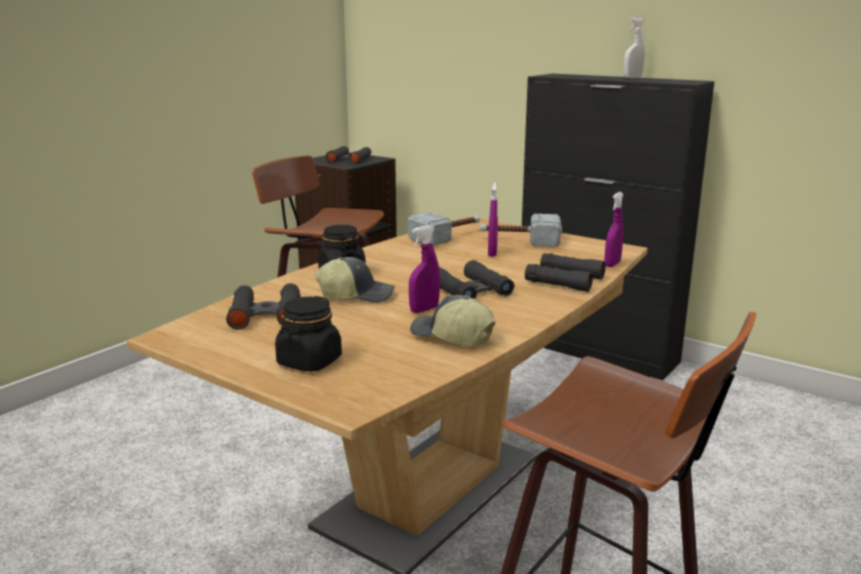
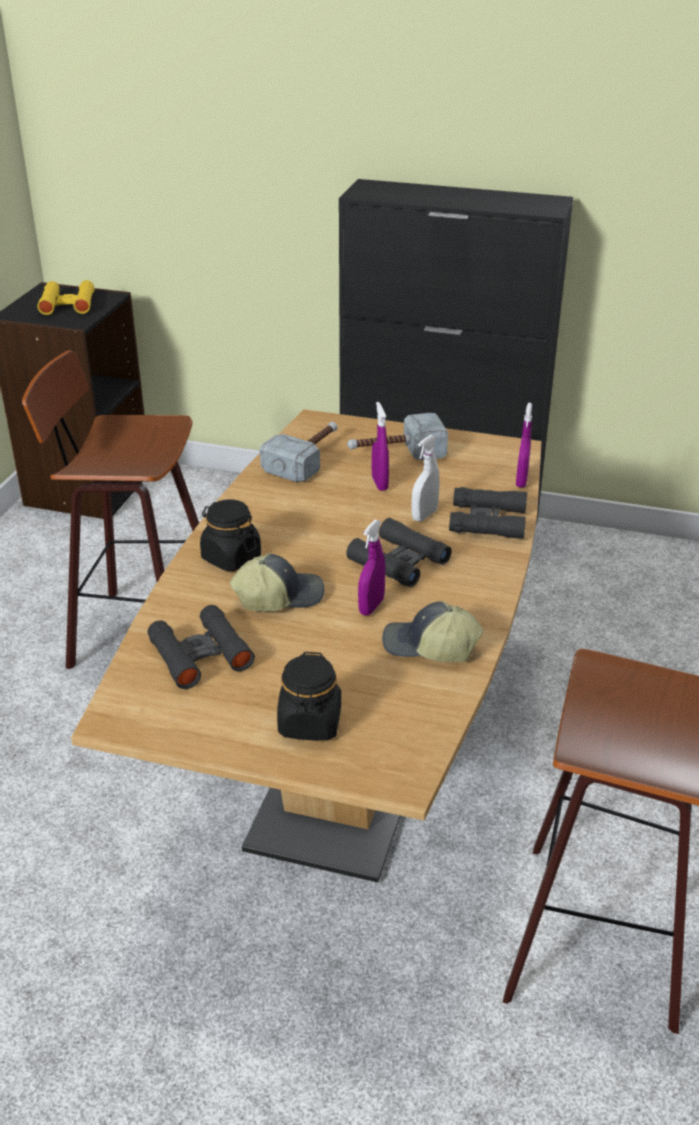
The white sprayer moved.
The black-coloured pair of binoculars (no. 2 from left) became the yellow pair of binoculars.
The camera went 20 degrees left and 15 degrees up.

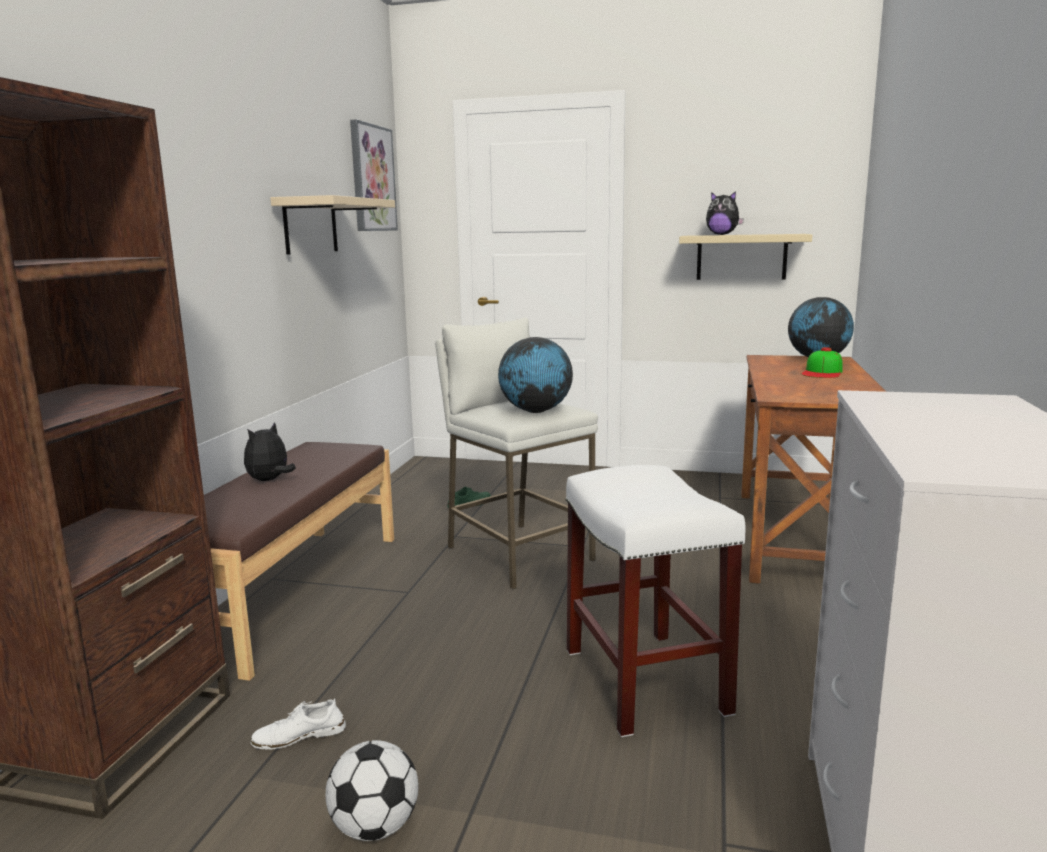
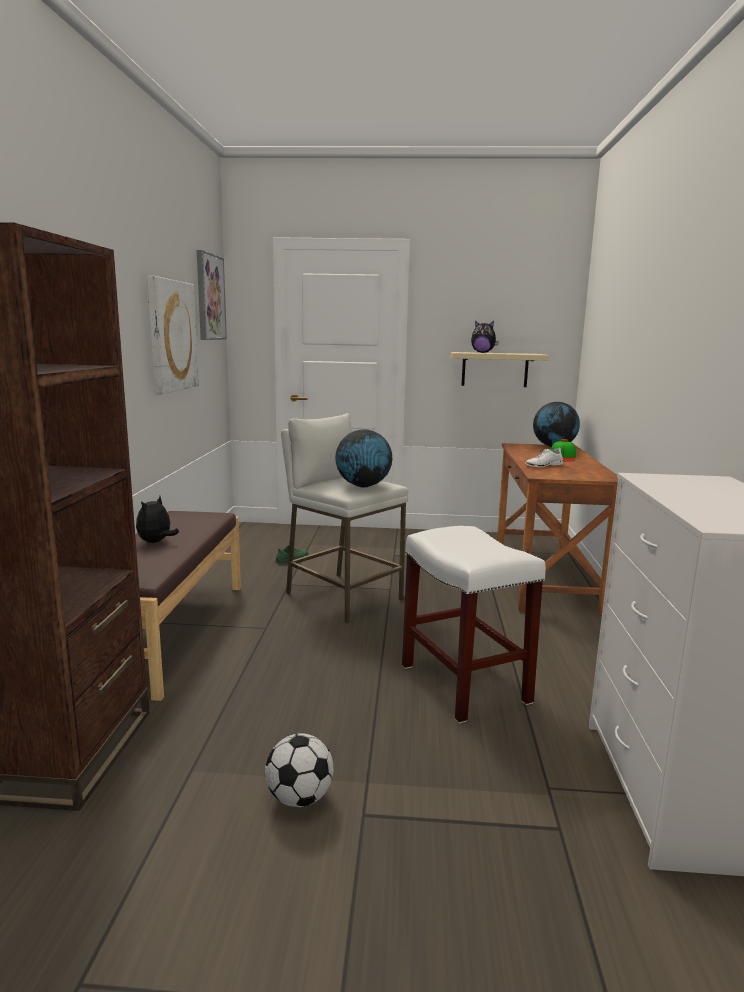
The white item of footwear moved.
The beige shelf (no. 1 from left) was replaced by the wall picture (no. 1 from left).
The camera went 10 degrees left and 0 degrees up.

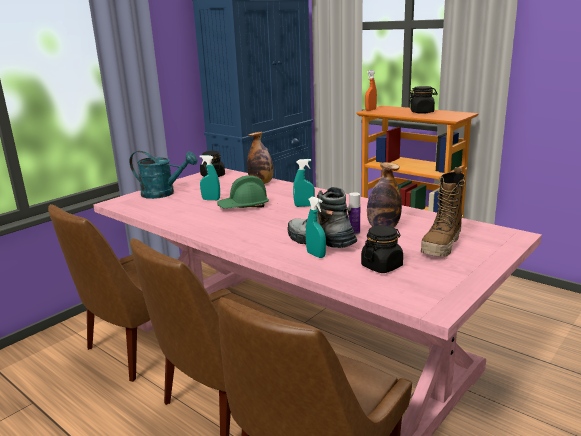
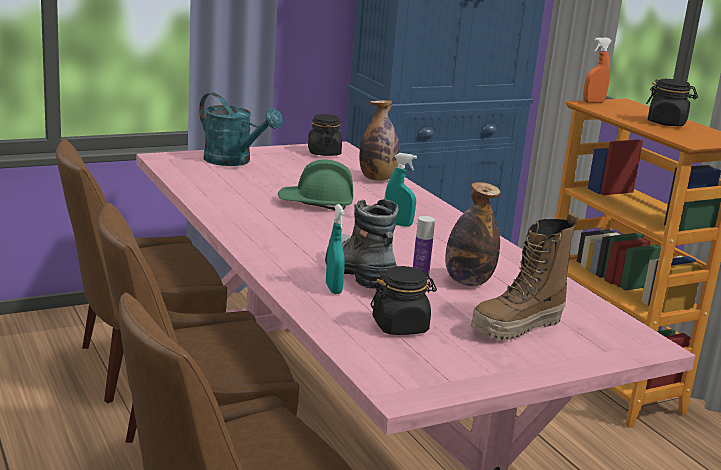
The turquoise-coloured sprayer (no. 1 from left) disappeared.
The camera went 20 degrees right and 0 degrees up.

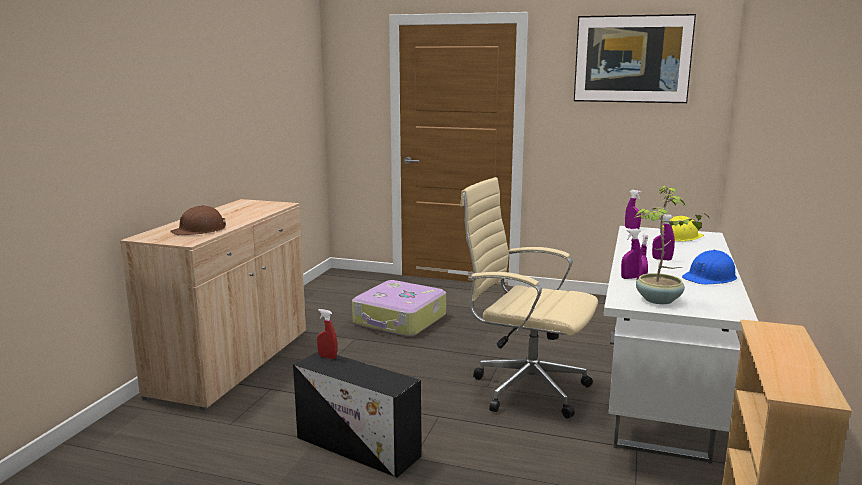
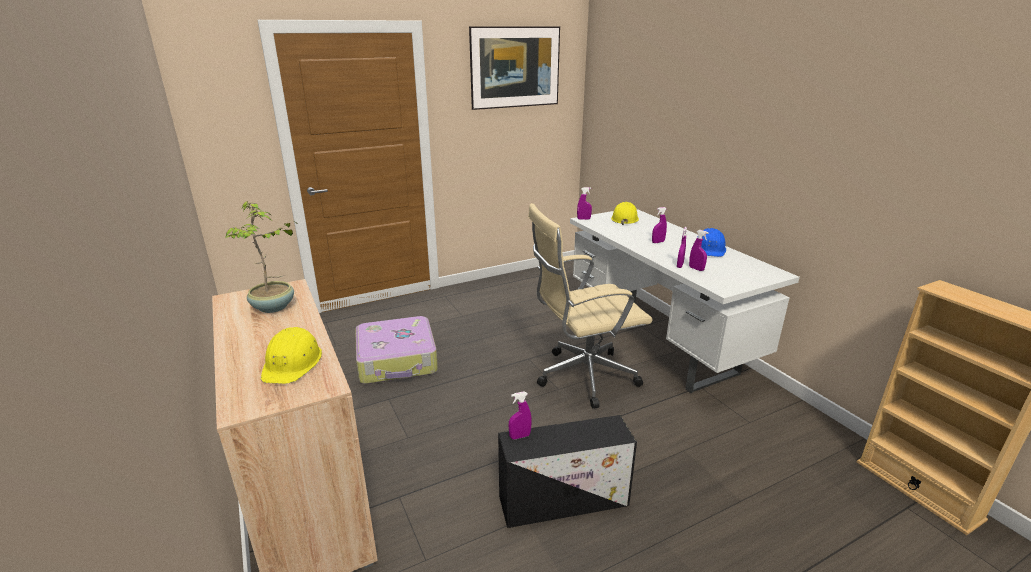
The potted plant moved.
The brown-coloured safety helmet became the yellow safety helmet (no. 1 from left).
The reddish sprayer became the purple sprayer (no. 1 from left).
The camera went 45 degrees left and 10 degrees up.

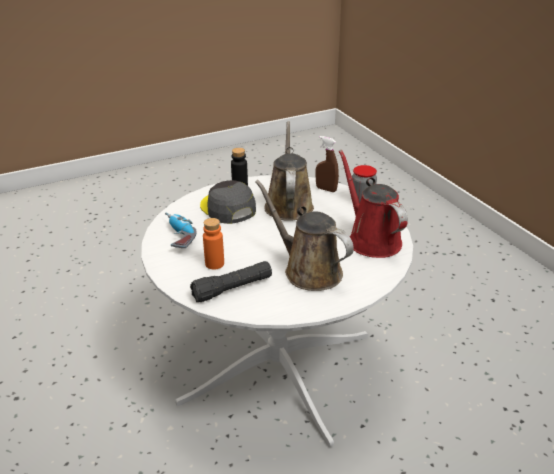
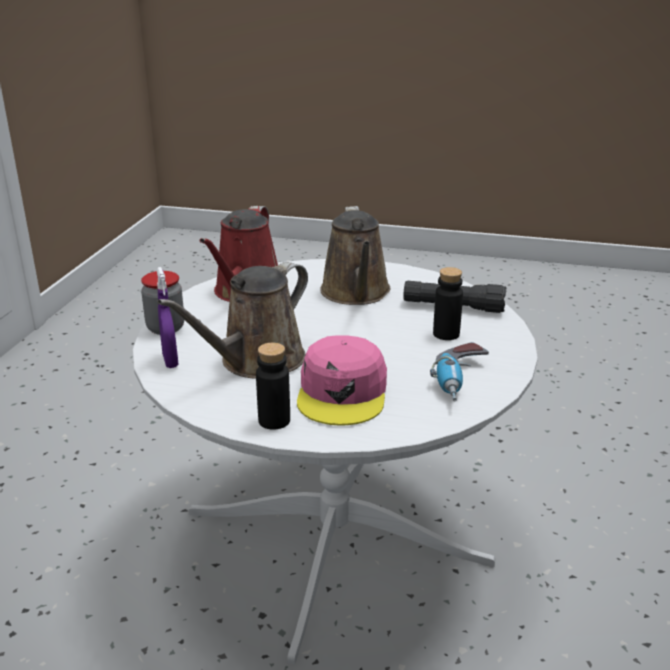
The greyish cap became the pinkish cap.
The orangey beverage bottle became the black-coloured beverage bottle (no. 2 from left).
The brown-coloured sprayer became the purple sprayer.
The camera went 140 degrees left and 5 degrees down.

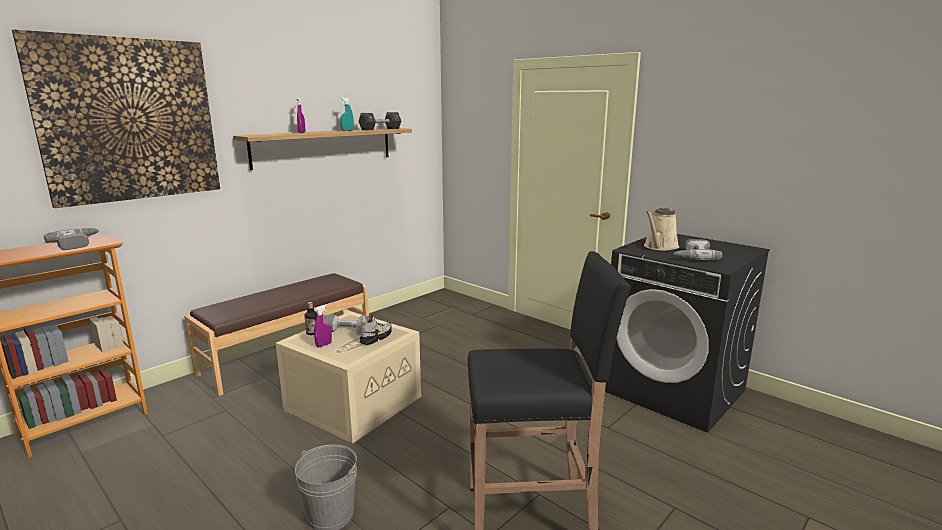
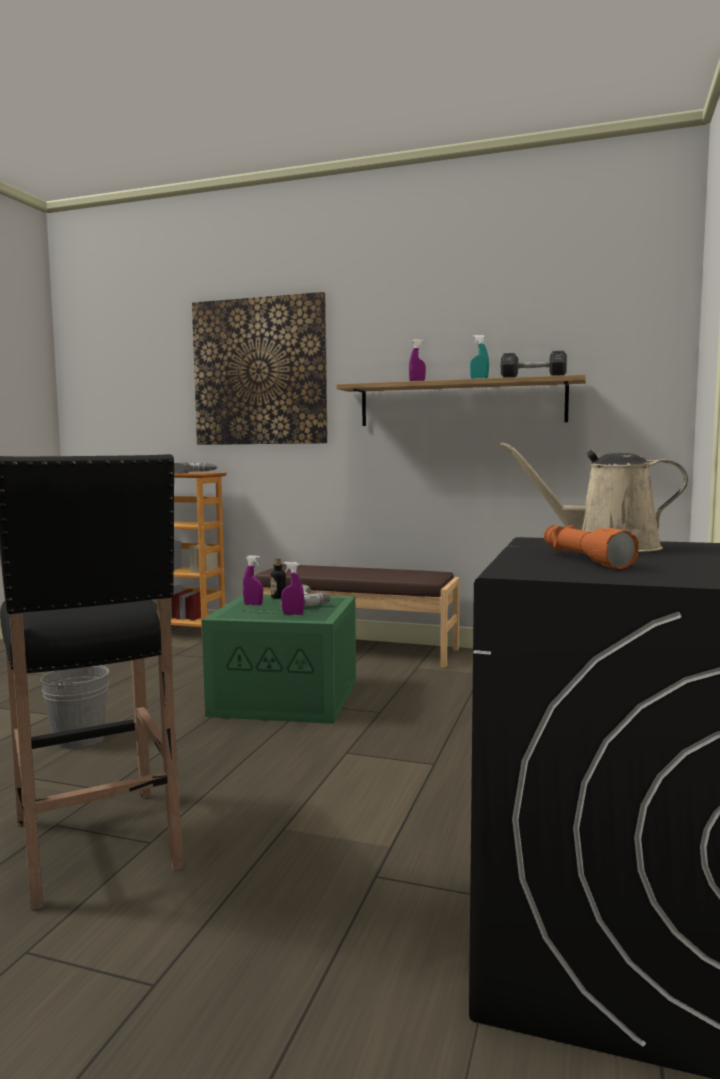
The item of footwear was replaced by the purple sprayer (no. 2 from left).
The drill (no. 3 from left) was replaced by the orangey flashlight.
The beige storage bin became the green storage bin.
The camera went 65 degrees right and 10 degrees down.

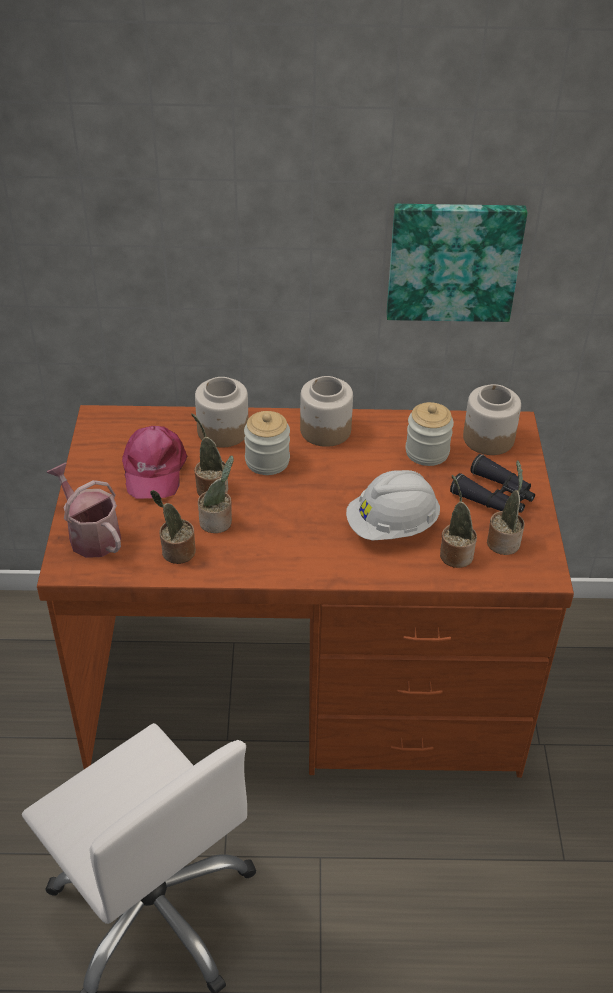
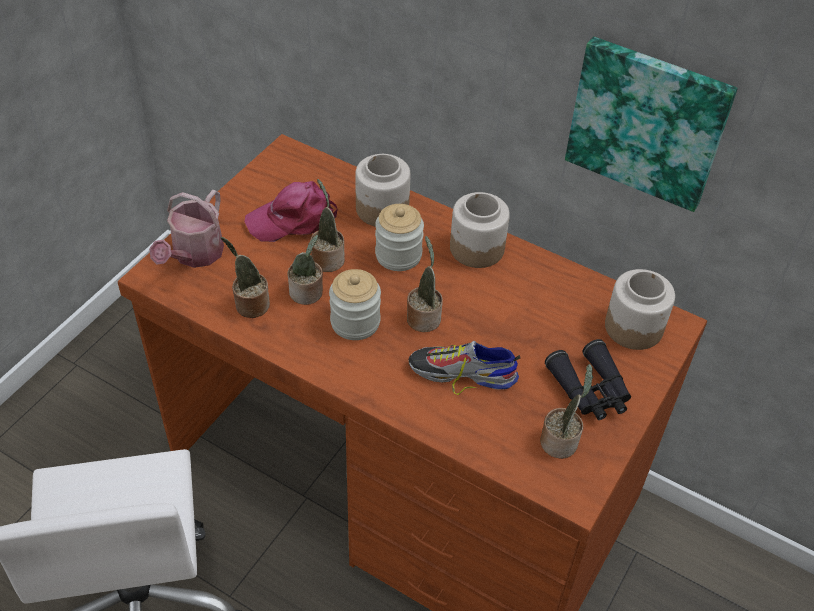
The jar (no. 4 from left in the first image) moved.
The potted plant (no. 4 from left) moved.
The white safety helmet was replaced by the item of footwear.
The watering can turned 150 degrees counterclockwise.
The pinkish cap turned 45 degrees clockwise.
The camera went 30 degrees right and 5 degrees up.

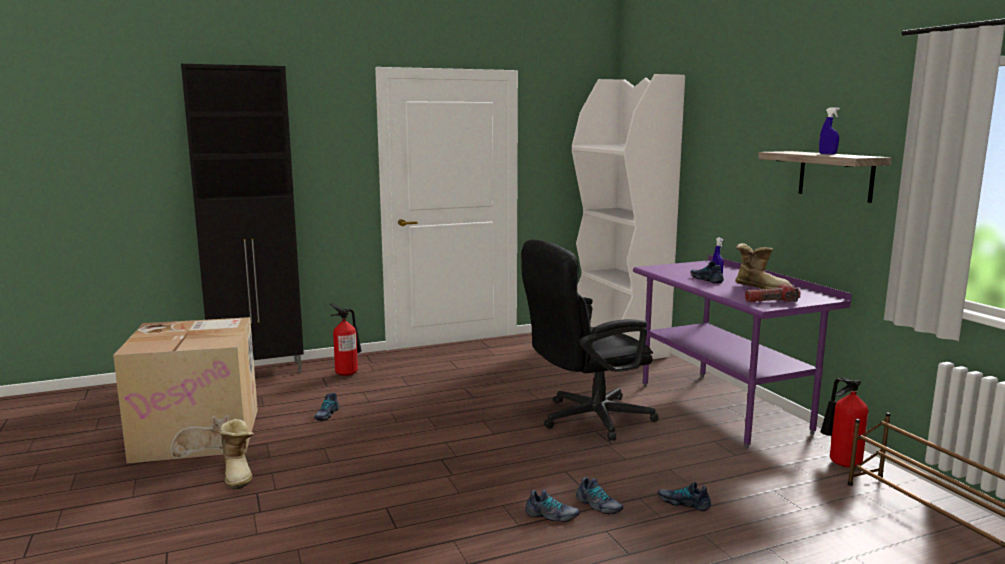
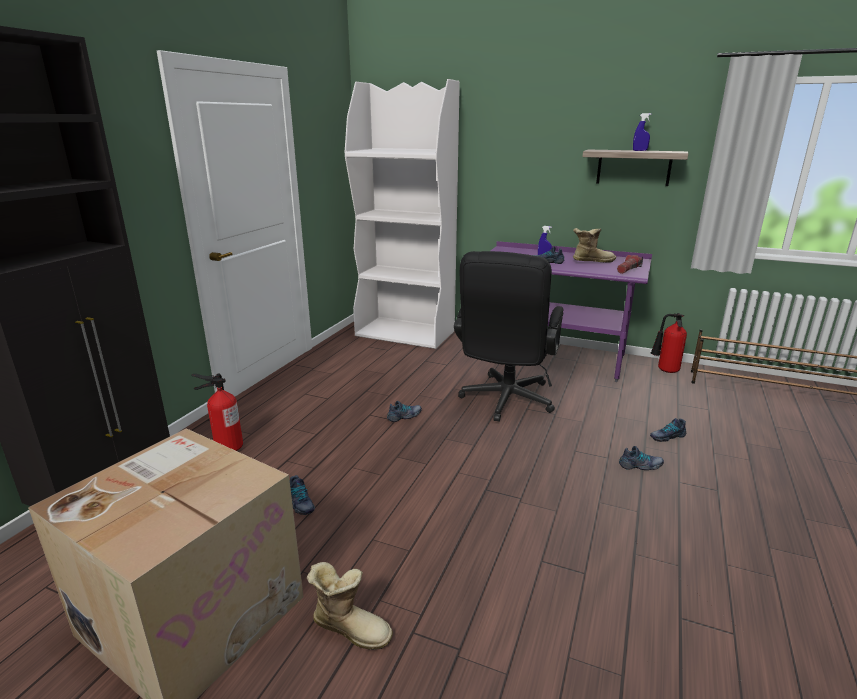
The item of footwear (no. 2 from left) moved.
The camera went 45 degrees left and 10 degrees up.

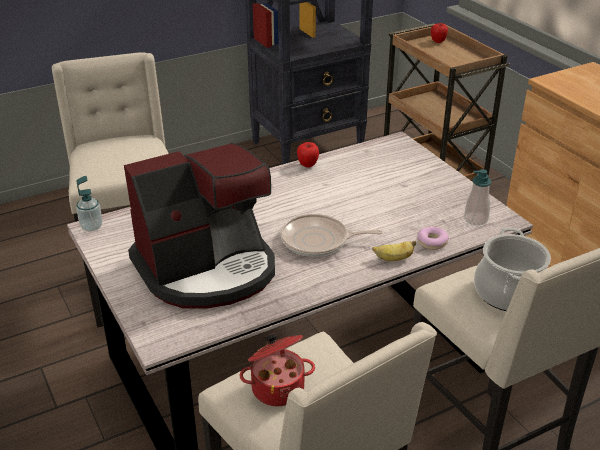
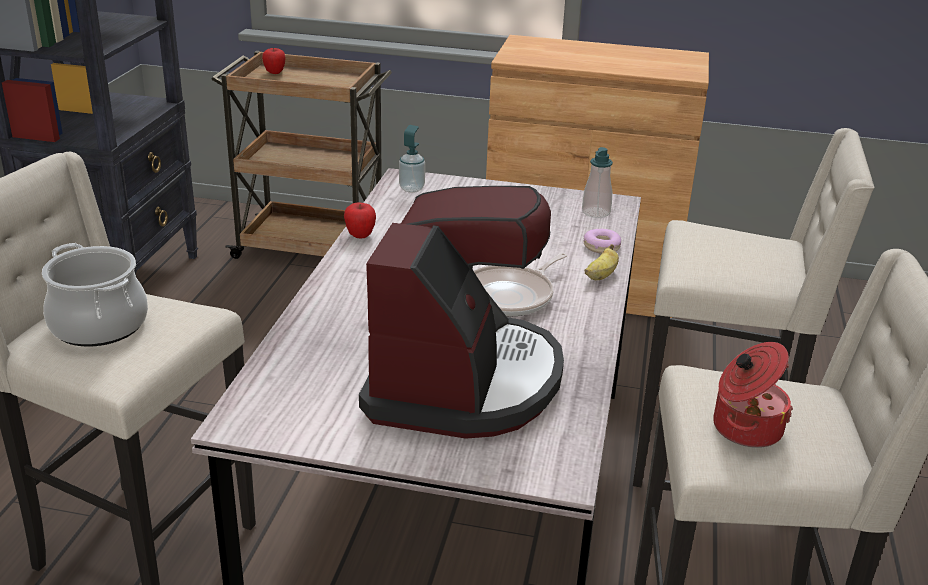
The soap bottle (no. 1 from left) moved.
The saucepot (no. 2 from left in the first image) moved.
The camera went 50 degrees left and 5 degrees down.

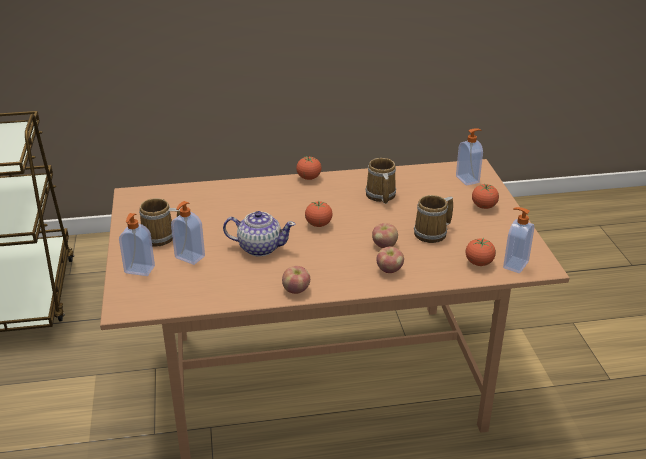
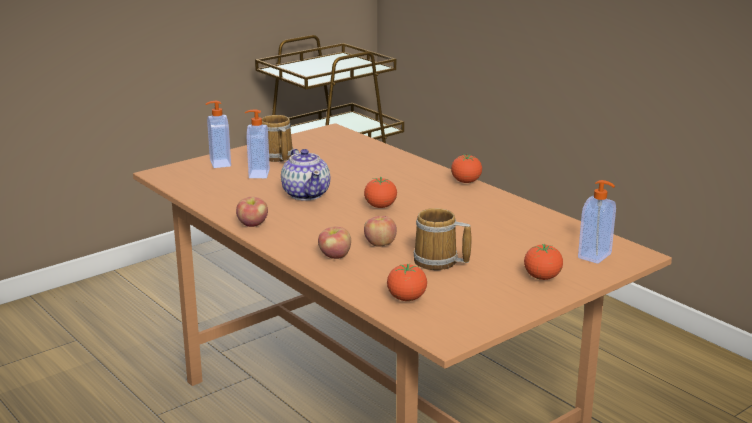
The tea mug (no. 2 from left) disappeared.
The soap bottle (no. 4 from left) disappeared.
The camera went 60 degrees right and 10 degrees down.

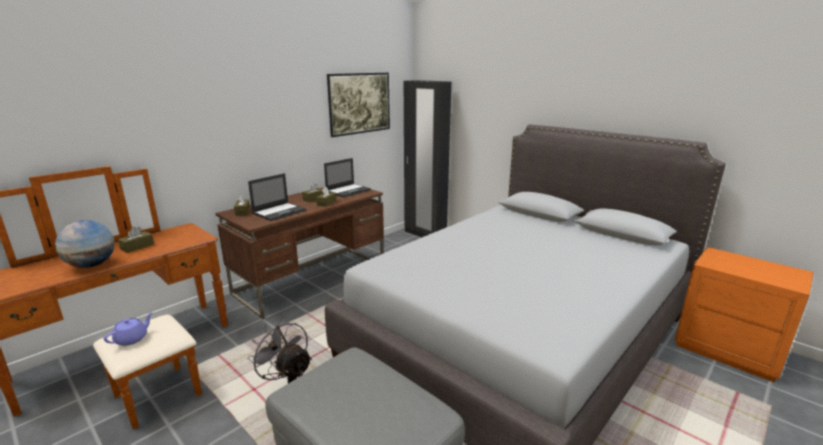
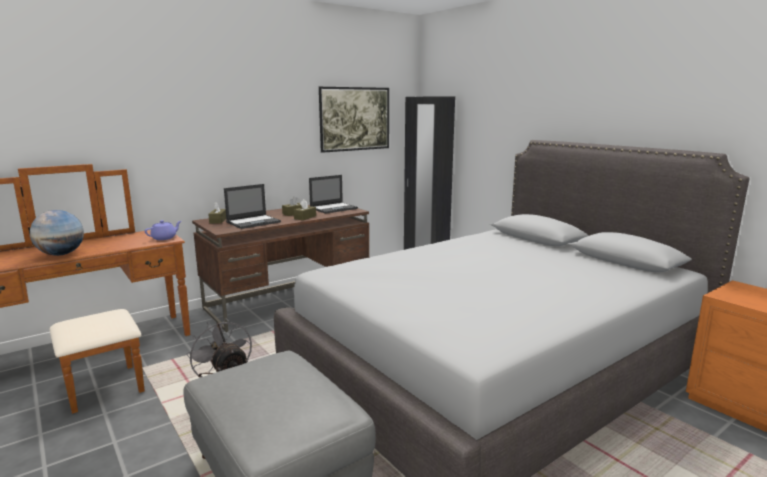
The brown-coloured tissue box (no. 1 from left) disappeared.
The purple pot for tea moved.
The camera went 10 degrees right and 5 degrees down.

